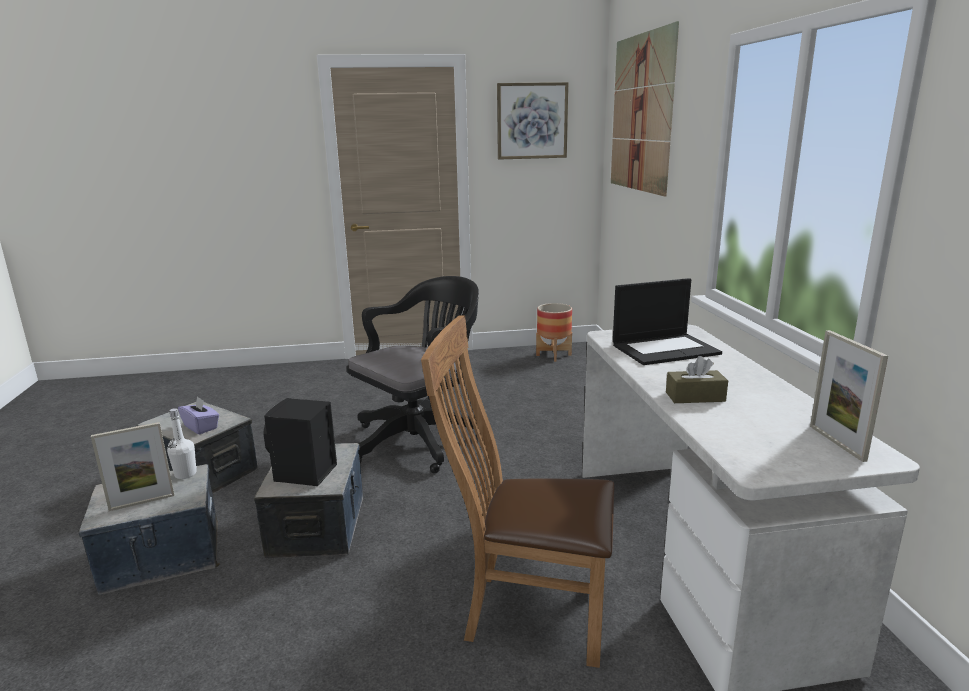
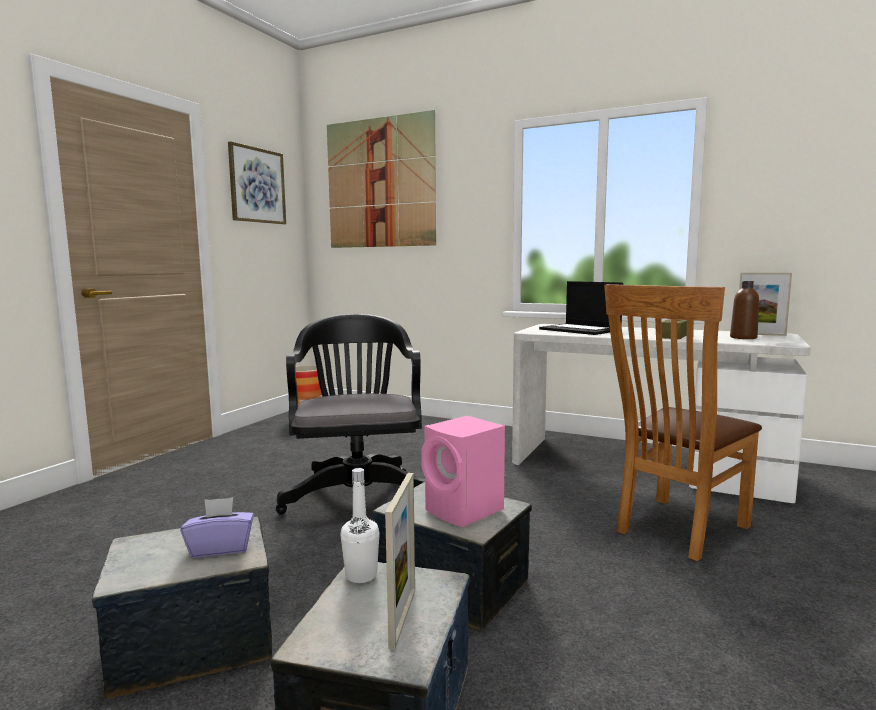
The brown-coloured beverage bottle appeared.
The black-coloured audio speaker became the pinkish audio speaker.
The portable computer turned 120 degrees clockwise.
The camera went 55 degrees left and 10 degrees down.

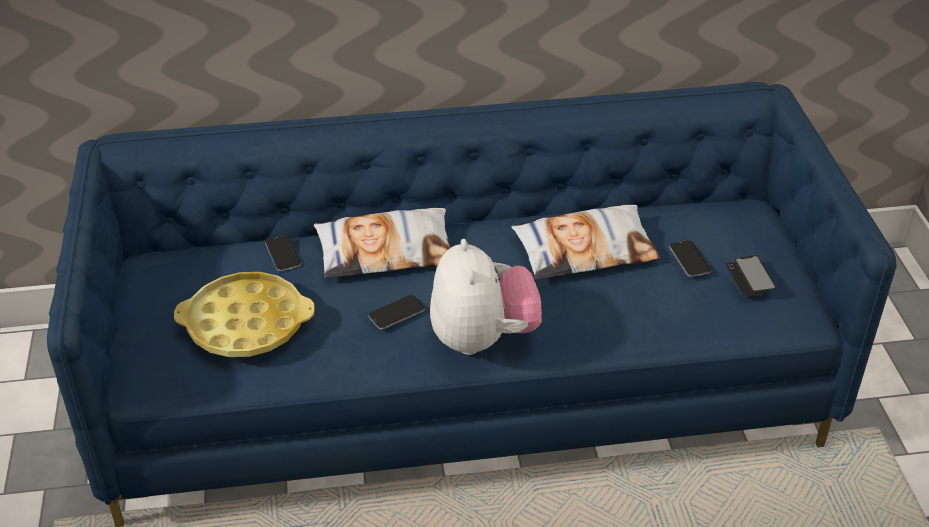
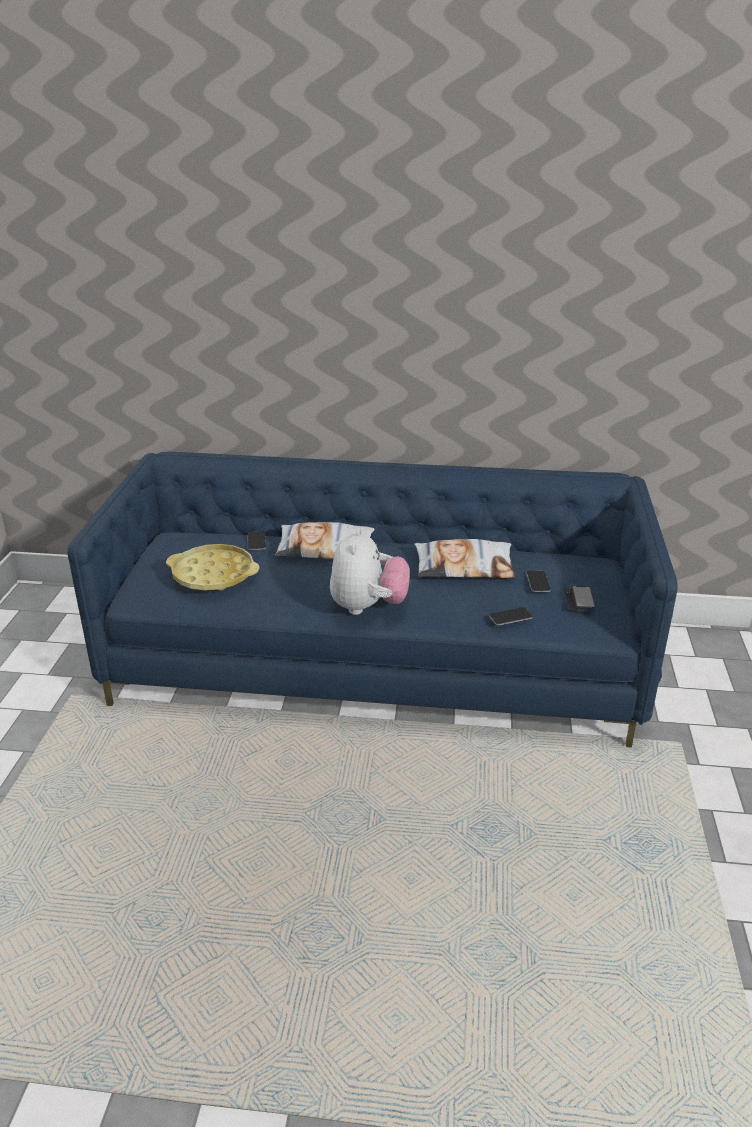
The handset (no. 2 from left) moved.
The camera went 15 degrees right and 10 degrees down.

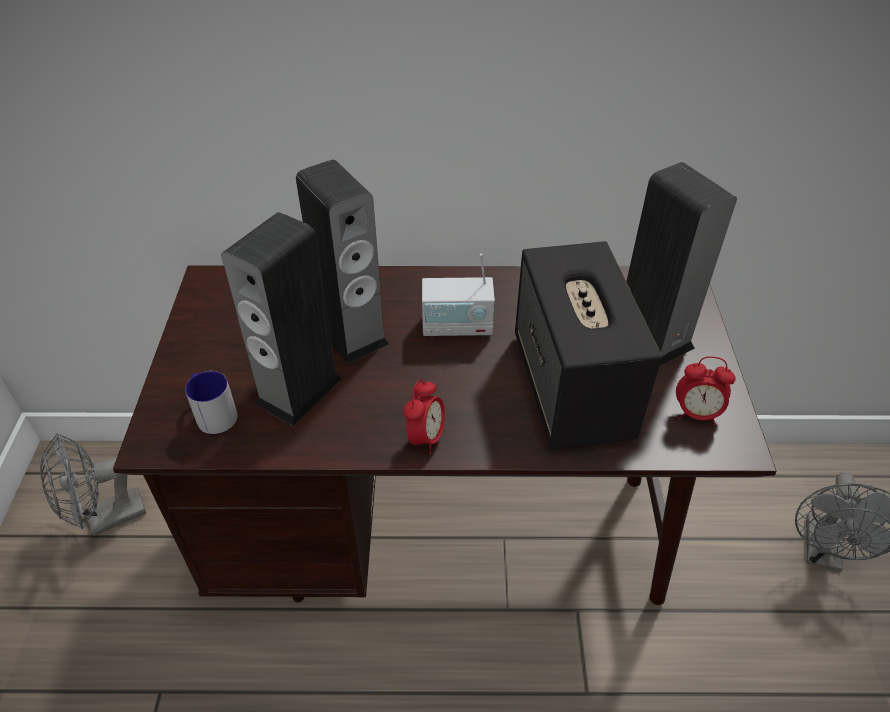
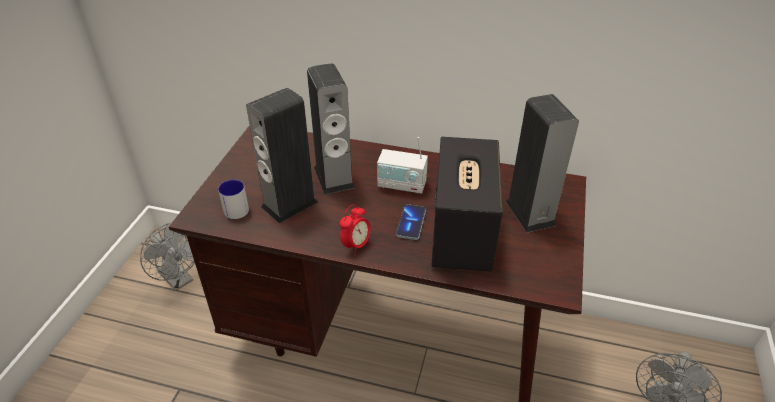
The table clock (no. 2 from left) disappeared.
The handset appeared.
The greyish fan (no. 1 from left) turned 120 degrees counterclockwise.
The camera went 15 degrees right and 5 degrees down.

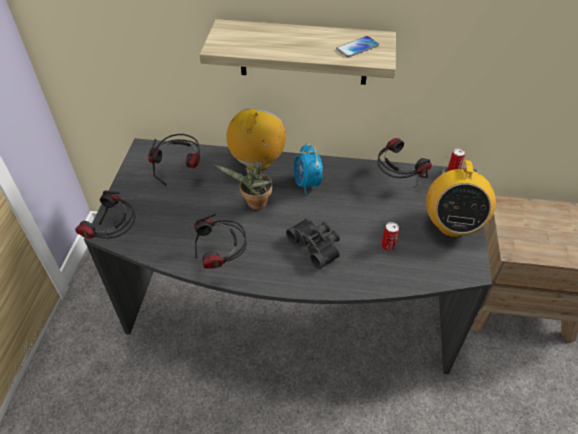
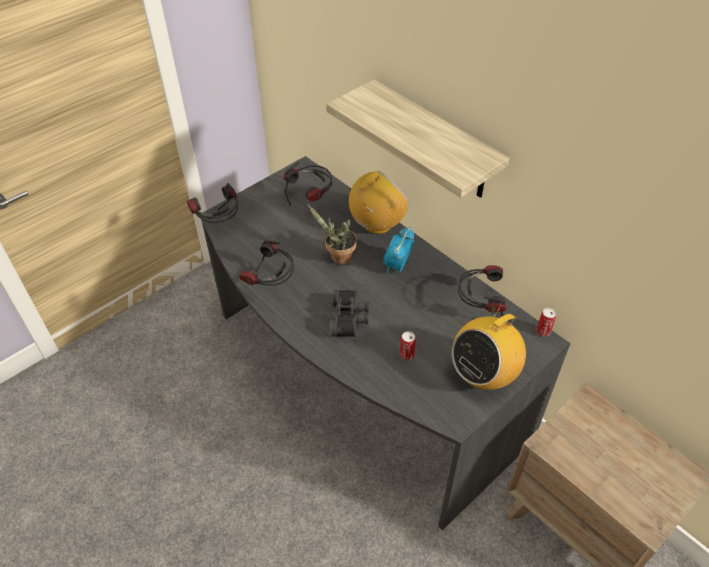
The handset disappeared.
The camera went 40 degrees right and 0 degrees up.

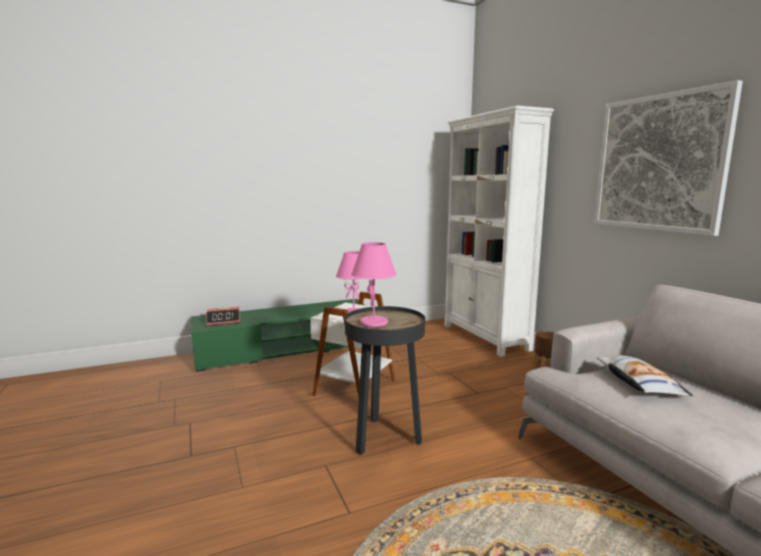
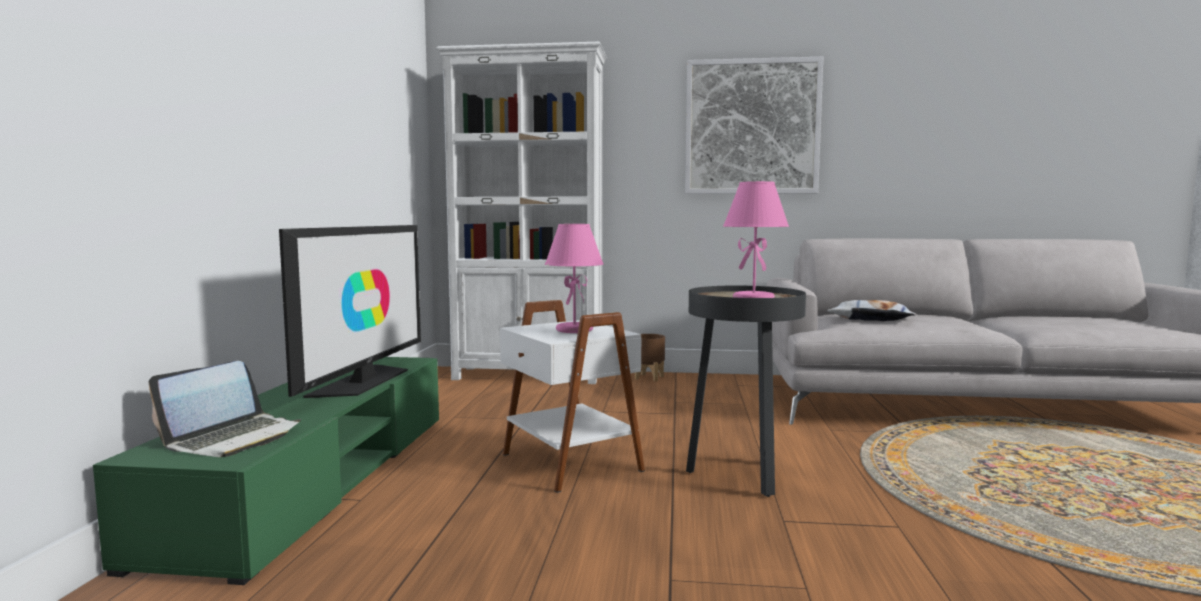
The television appeared.
The table clock was replaced by the portable computer.
The camera went 60 degrees left and 5 degrees down.

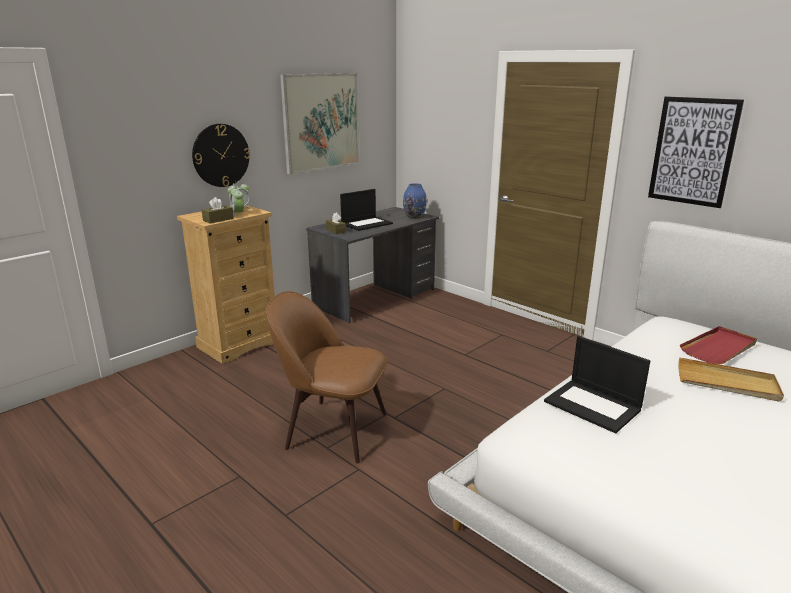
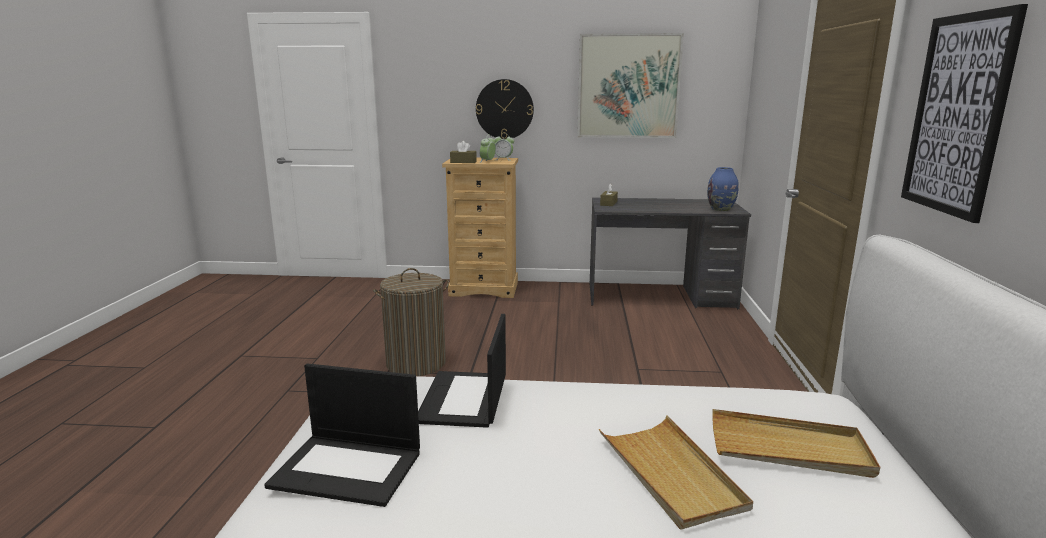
The portable computer (no. 1 from left) moved.
The brown-coloured chair was replaced by the hamper.
The reddish serving tray became the beige serving tray (no. 2 from left).
The camera went 50 degrees right and 5 degrees down.

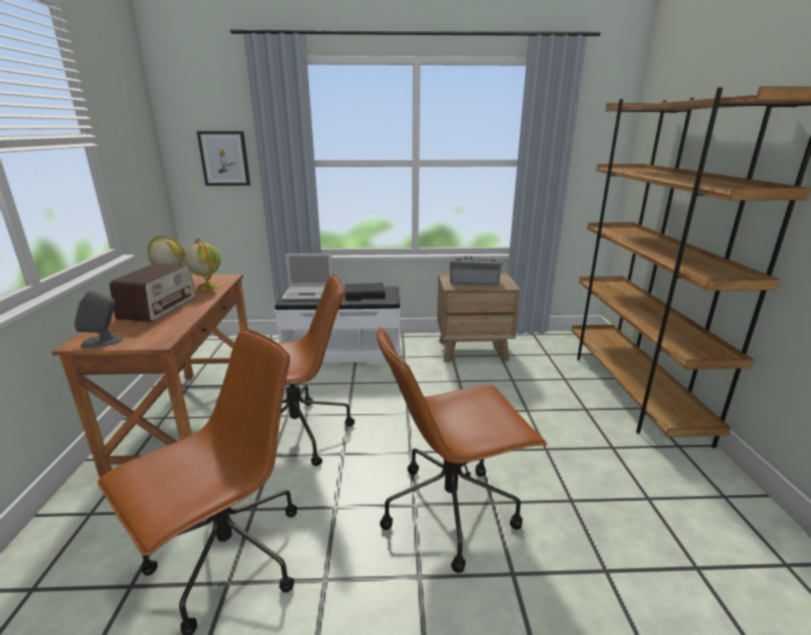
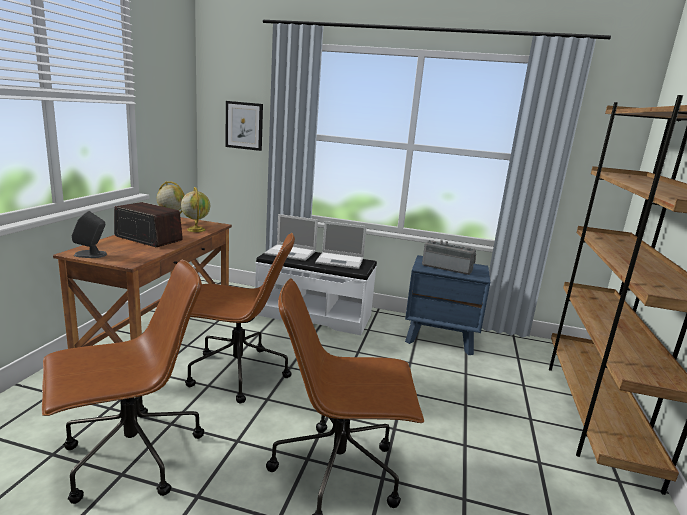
The black-coloured volume was replaced by the portable computer (no. 2 from left).
The brown-coloured night table became the bluish night table.
The radio receiver (no. 1 from left) turned 90 degrees counterclockwise.
The camera went 15 degrees right and 5 degrees down.

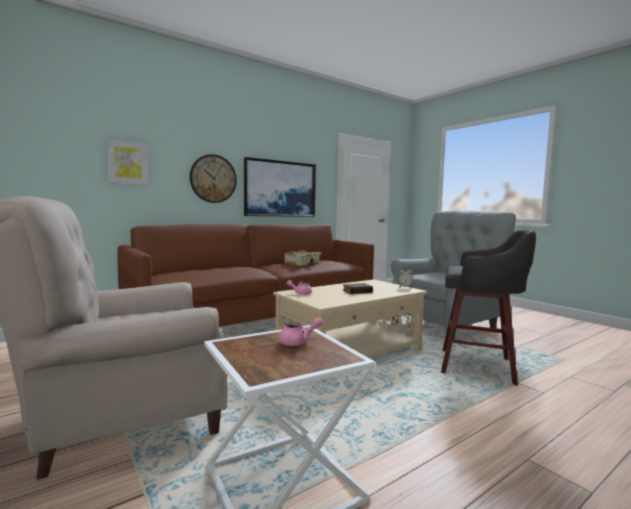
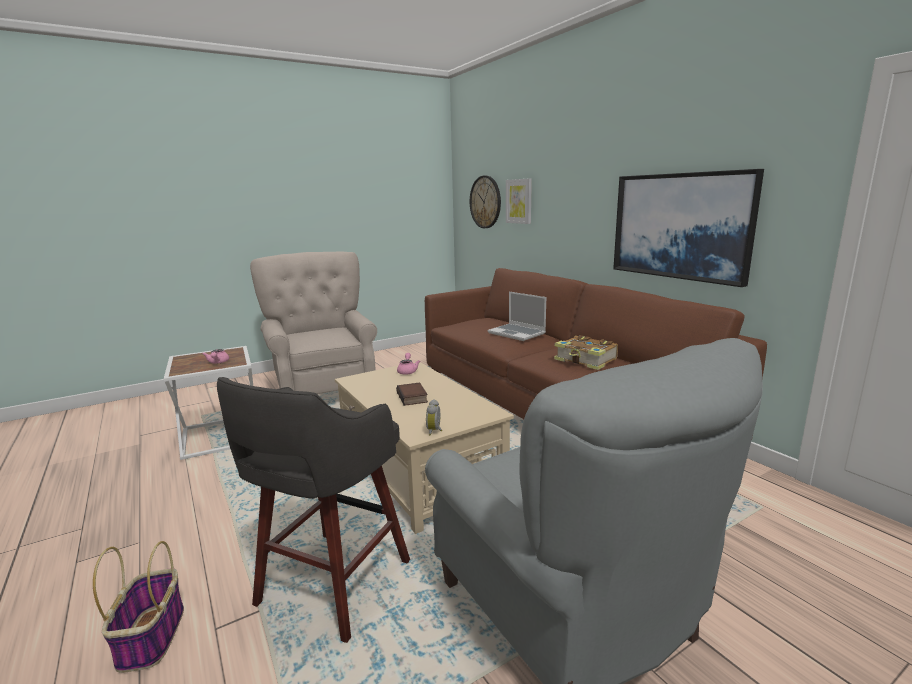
The storage basket appeared.
The portable computer appeared.
The wall clock moved.
The camera went 95 degrees right and 10 degrees up.

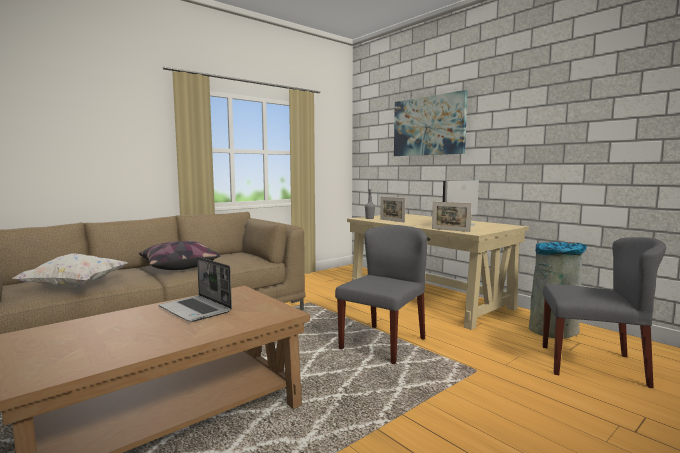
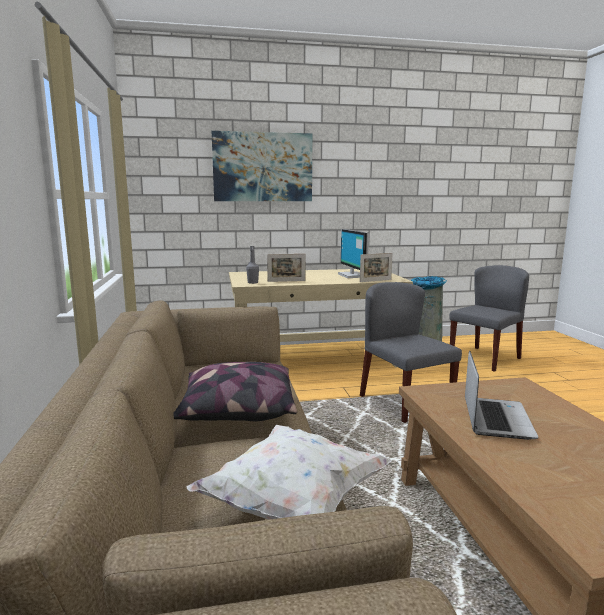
The portable computer turned 60 degrees counterclockwise.
The camera went 60 degrees left and 5 degrees up.

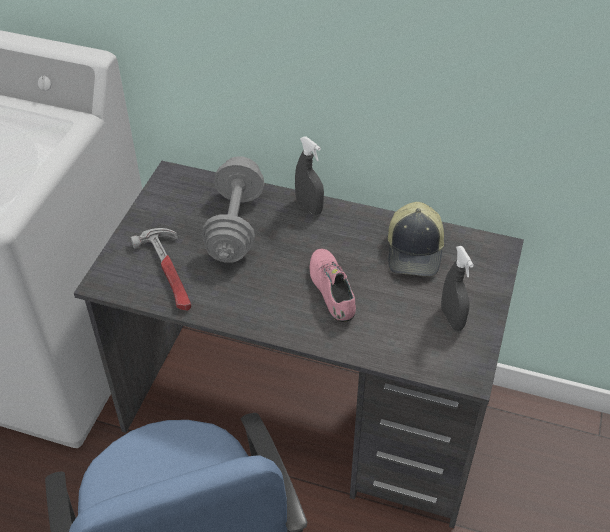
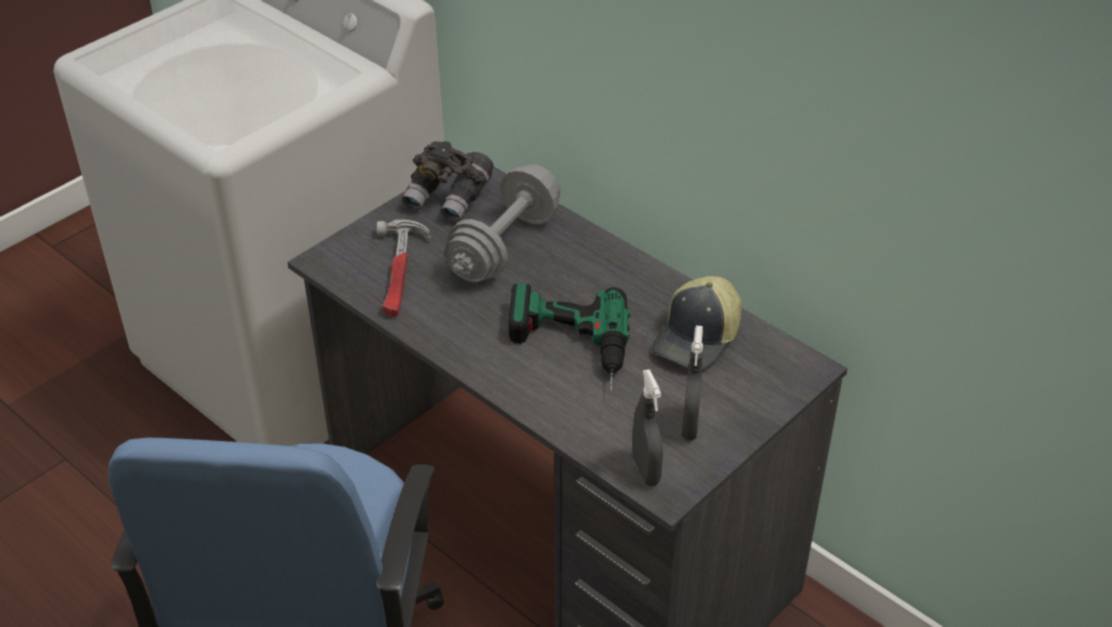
The greyish pair of binoculars appeared.
The greyish sprayer (no. 1 from left) moved.
The pinkish item of footwear was replaced by the drill.
The camera went 25 degrees right and 5 degrees down.

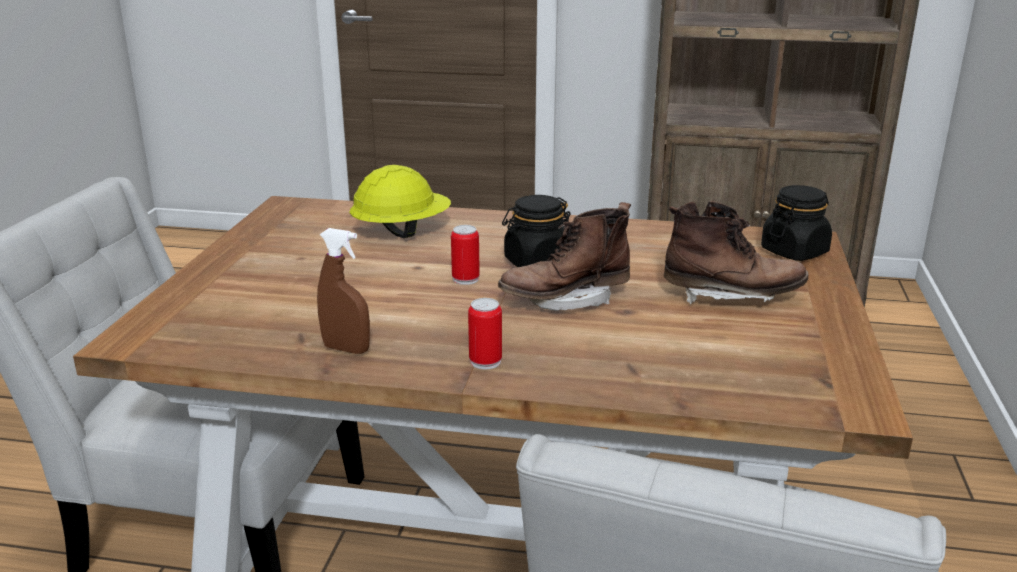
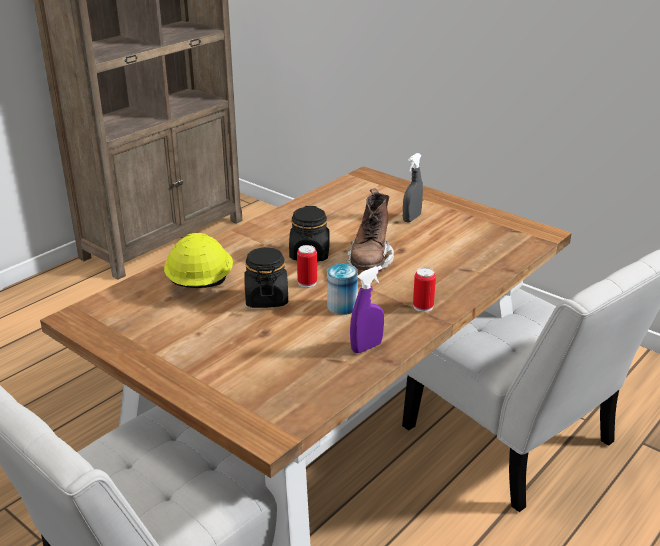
The can (no. 2 from left) appeared.
The black-coloured jar (no. 2 from left in the first image) moved.
The brown-coloured boot (no. 2 from left) was replaced by the greyish sprayer.
The brown-coloured sprayer became the purple sprayer.
The camera went 60 degrees left and 5 degrees up.

